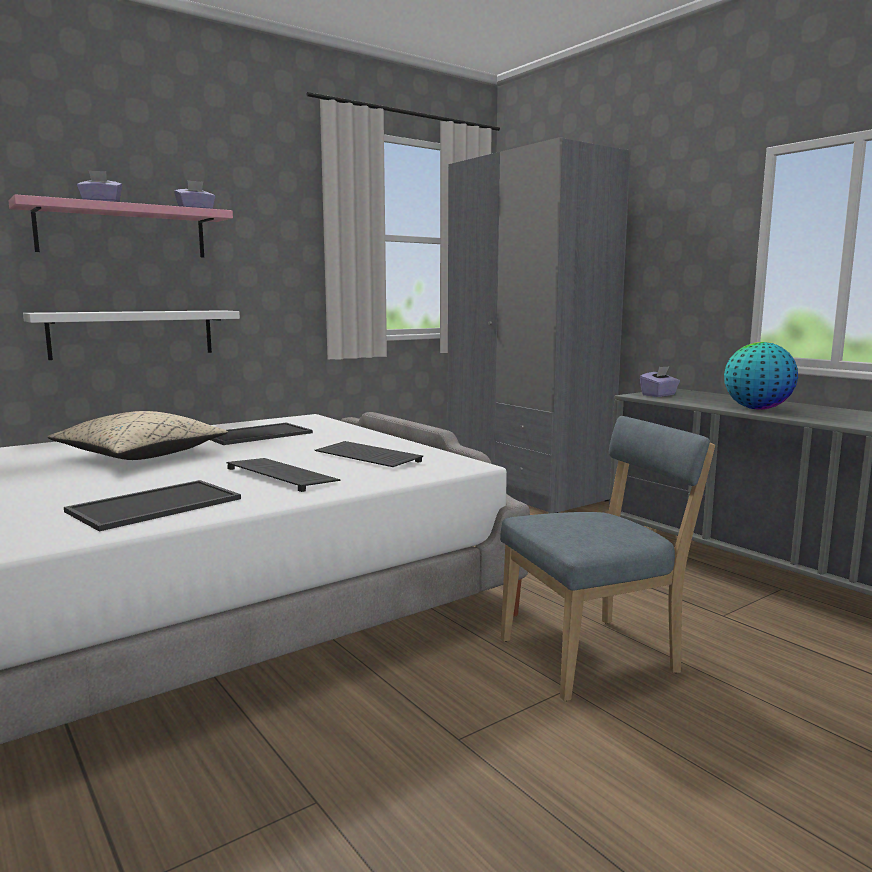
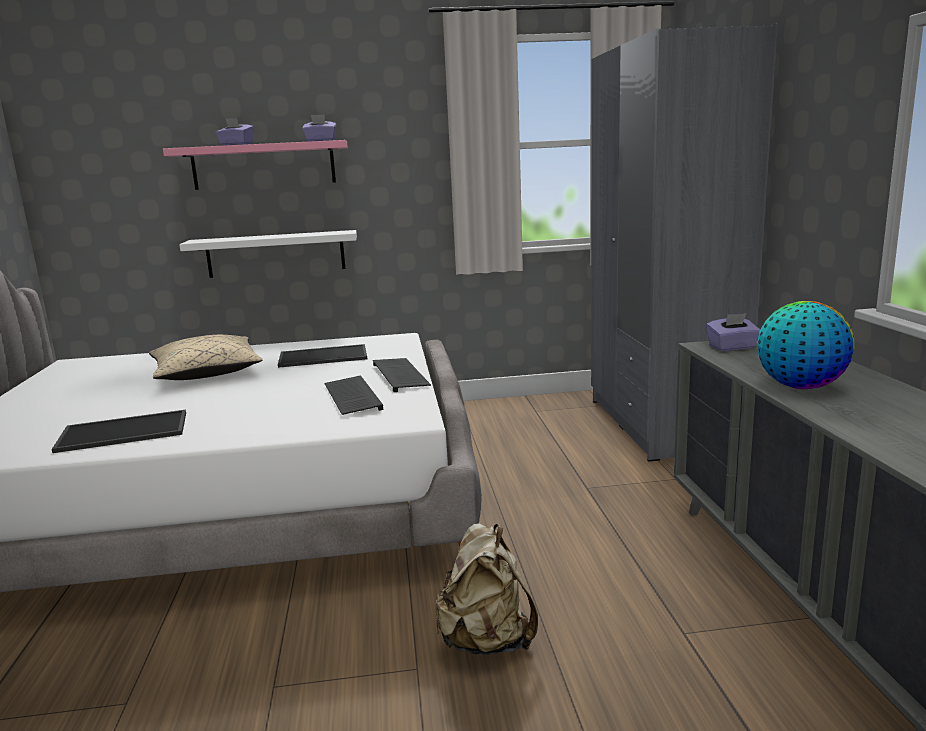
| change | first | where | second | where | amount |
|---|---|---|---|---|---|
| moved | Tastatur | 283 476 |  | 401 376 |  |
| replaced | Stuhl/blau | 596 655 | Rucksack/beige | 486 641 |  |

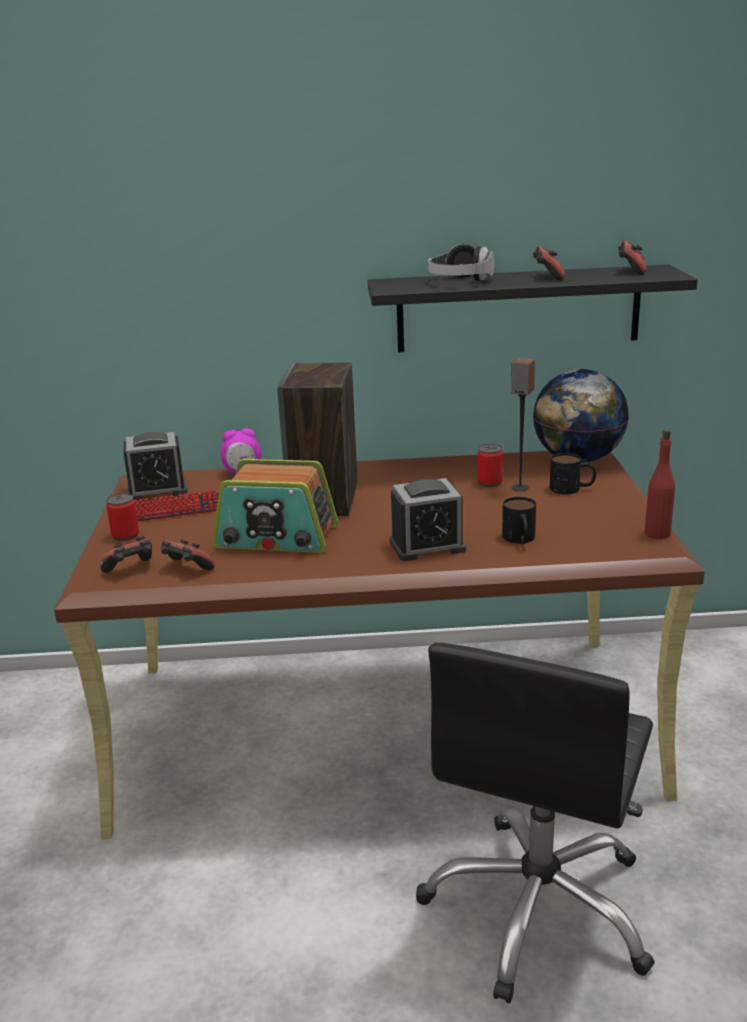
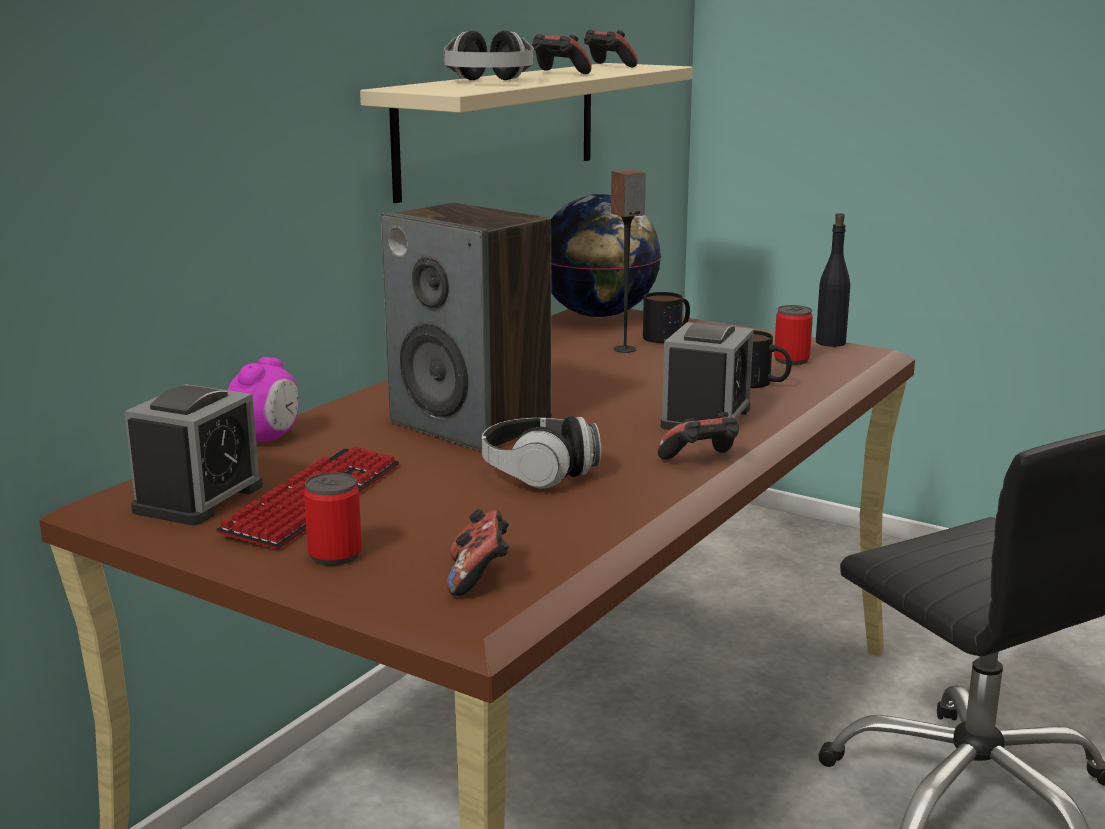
| change | first | where | second | where | amount |
|---|---|---|---|---|---|
| moved | Gamepad | 187 569 |  | 701 461 |  |
| moved | Dose | 489 482 |  | 791 360 |  |
| replaced | Radio | 277 537 | Kopfhörer | 539 473 |  |
| recoloured | Wandregal/schwarz | 518 309 | Wandregal/beige | 499 127 |  |
| recoloured | Flasche/rot | 657 533 | Flasche/schwarz | 830 342 |  |

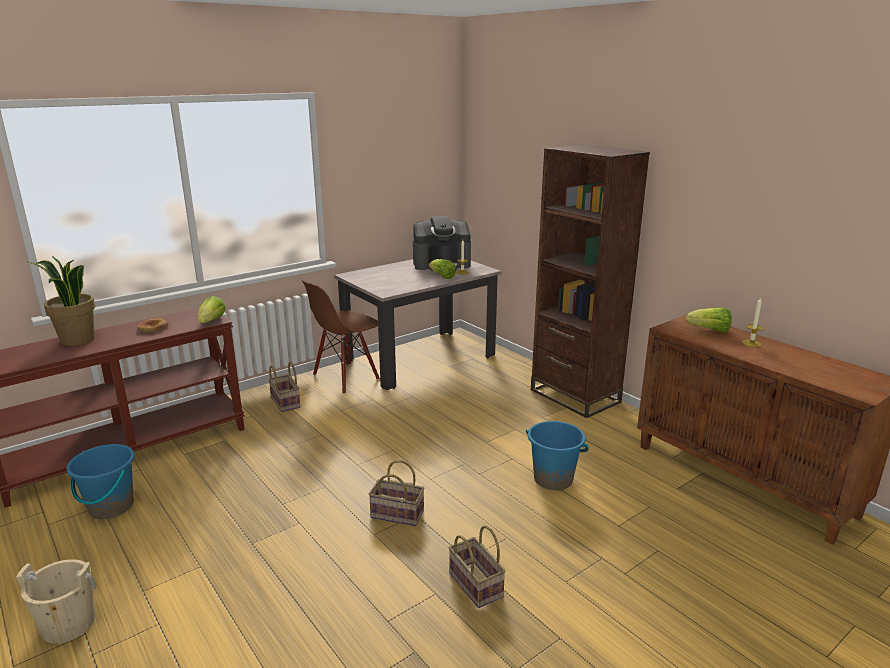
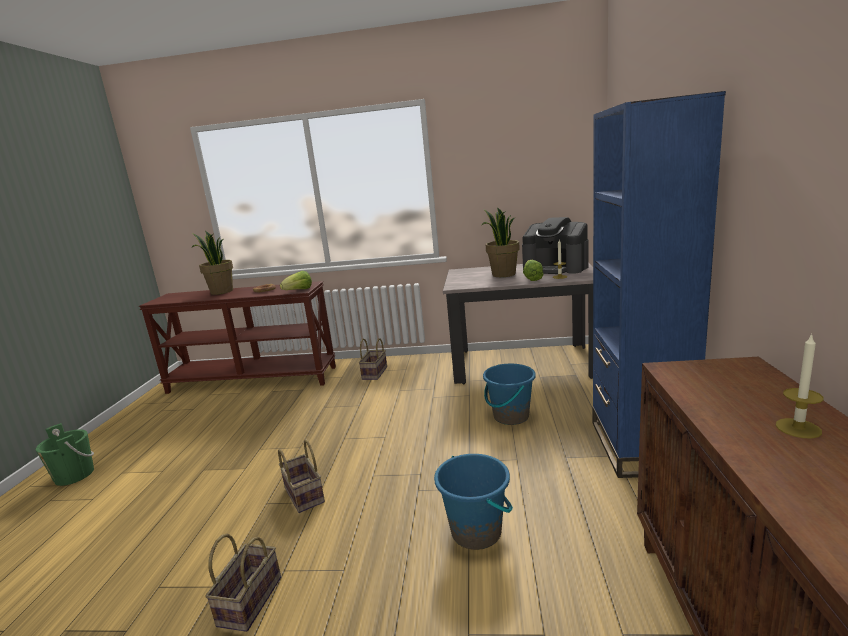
| change | first | where | second | where | amount |
|---|---|---|---|---|---|
| removed | Stuhl/braun | 346 378 |  |  |  |
| removed | Salatkopf | 709 330 |  |  |  |
| added |  |  | Topfpflanze | 503 274 |  |
| moved | Eimer/blau | 111 507 |  | 510 416 |  |
| recoloured | Eimer/beige | 68 624 | Eimer/grün | 74 475 |  |
| recoloured | Bücherregal/braun | 575 396 | Bücherregal/blau | 638 446 |  |

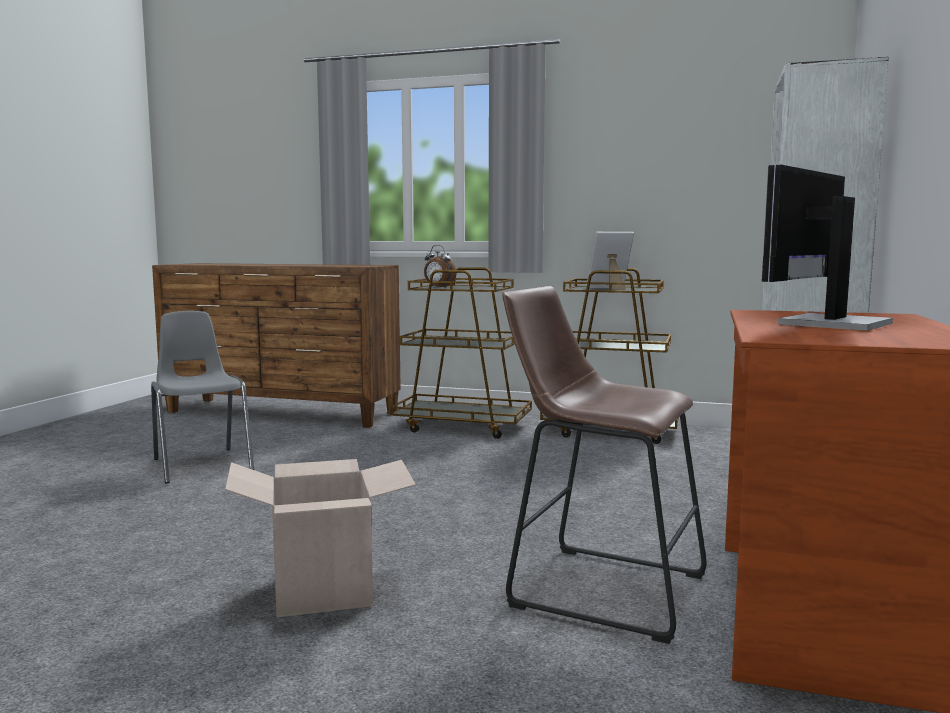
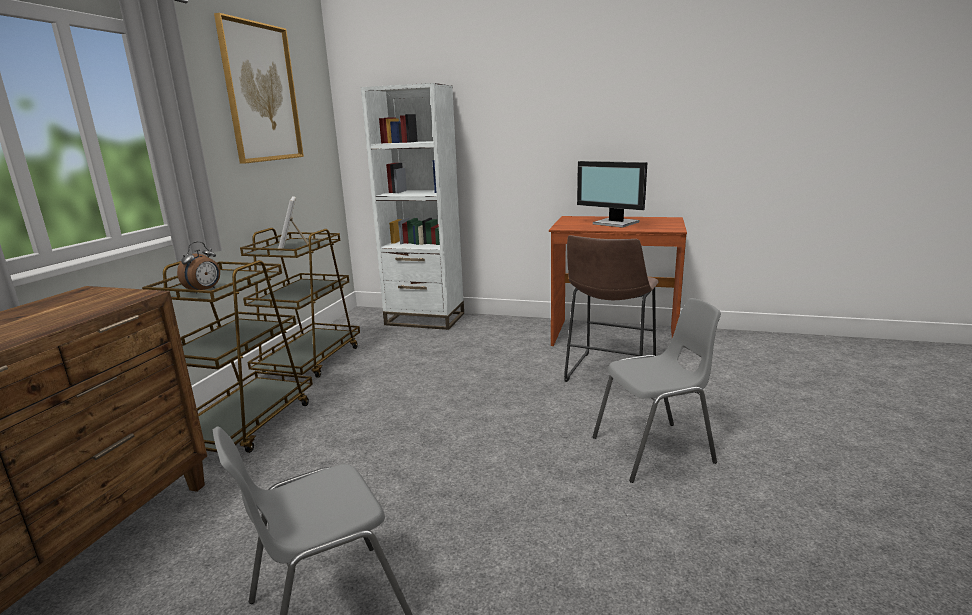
| change | first | where | second | where | amount |
|---|---|---|---|---|---|
| added |  |  | Bild | 261 93 |  |
| replaced | Karton | 323 592 | Stuhl/grau | 654 450 |  |

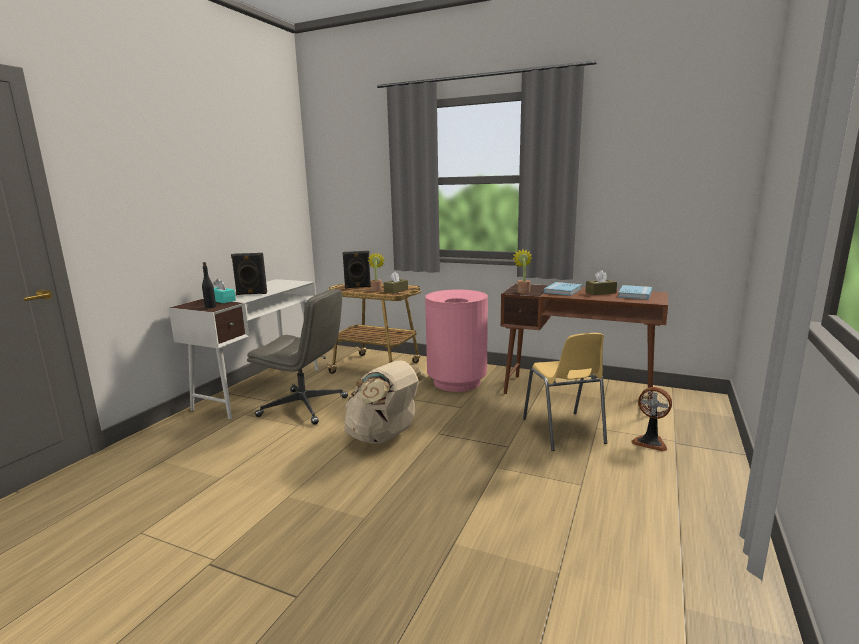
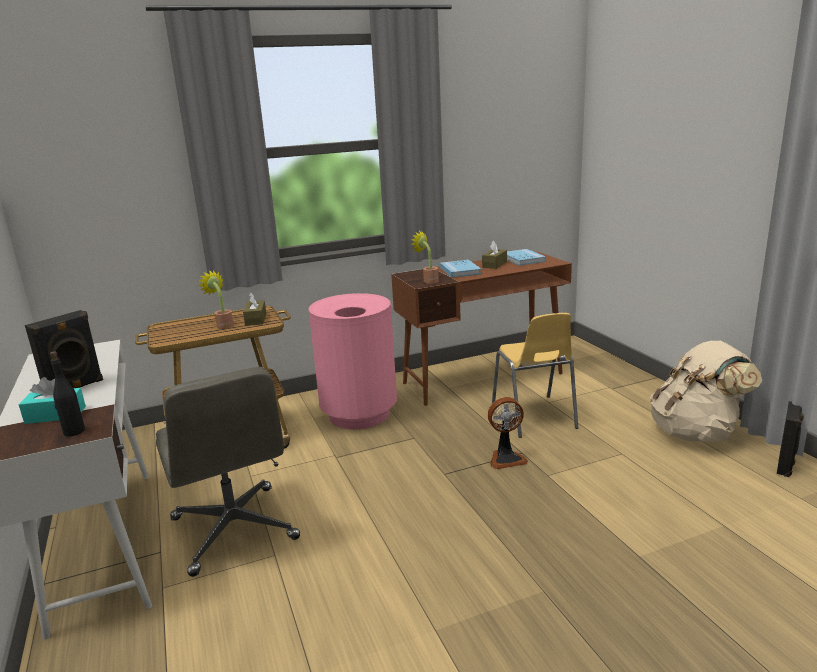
| change | first | where | second | where | amount |
|---|---|---|---|---|---|
| moved | Lautsprecher/schwarz | 357 287 |  | 786 465 |  |
| moved | Rucksack/beige | 384 437 |  | 696 433 |  |
| moved | Ventilator | 650 442 |  | 506 458 |  |
| turned | Bürostuhl/grau | 305 407 |  | 235 529 | 90 degrees clockwise |
| turned | Stuhl/gelb | 563 431 |  | 534 417 | 45 degrees clockwise |

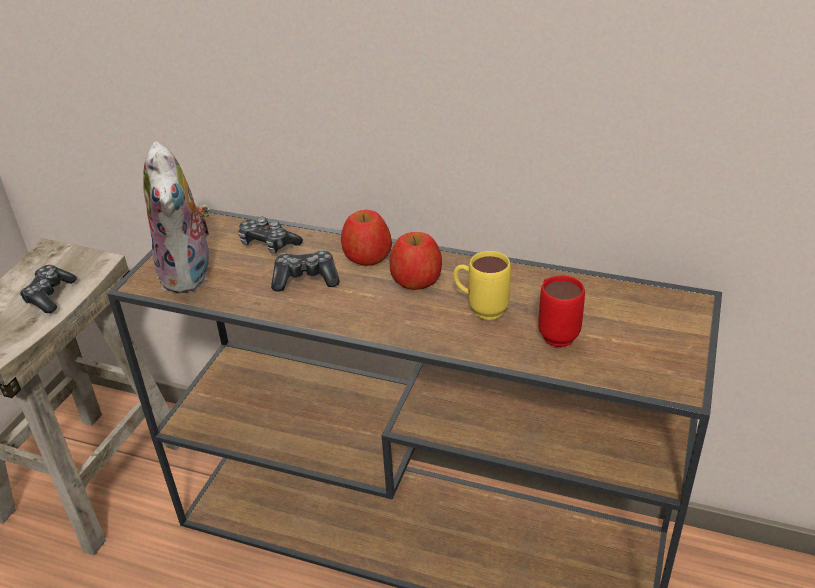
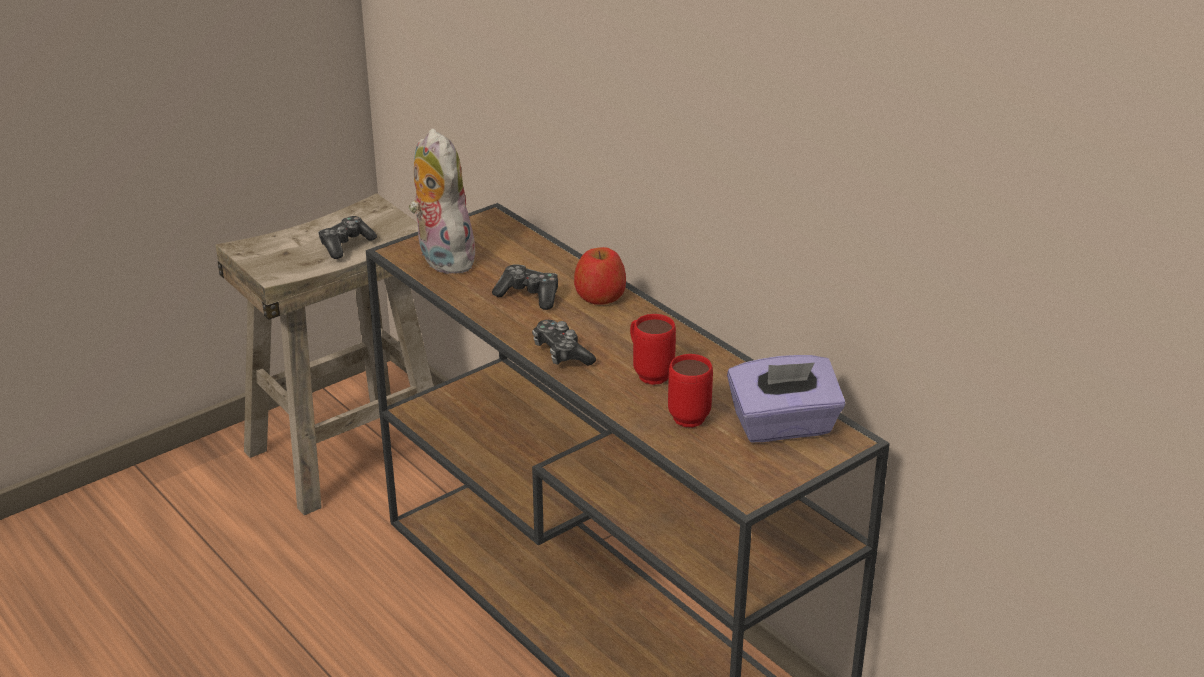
| change | first | where | second | where | amount |
|---|---|---|---|---|---|
| removed | Apfel | 416 278 |  |  |  |
| added |  |  | Taschentuchbox/lila | 783 426 |  |
| moved | Gamepad | 268 244 |  | 561 353 |  |
| recoloured | Henkelbecher/gelb | 480 309 | Henkelbecher/rot | 648 373 |  |
| turned | Plüschtier | 190 274 |  | 441 258 | 135 degrees clockwise |

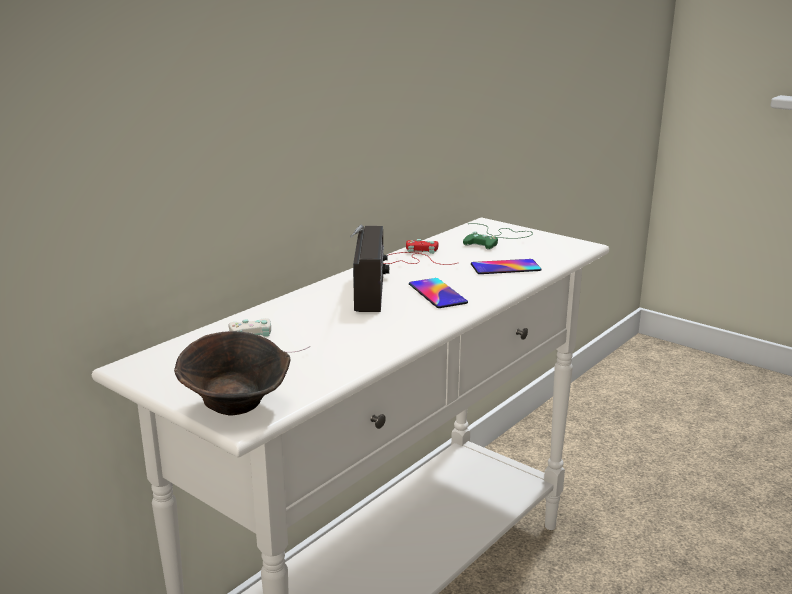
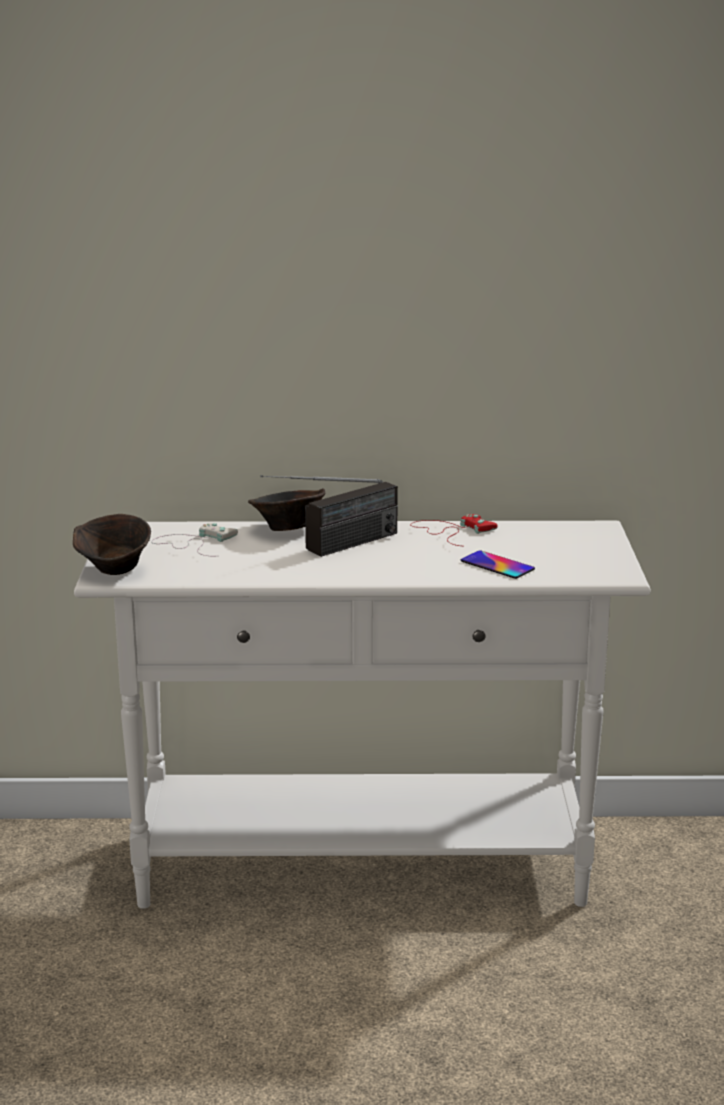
| change | first | where | second | where | amount |
|---|---|---|---|---|---|
| removed | Handy | 437 293 |  |  |  |
| removed | Gamepad/grün | 496 239 |  |  |  |
| added |  |  | Schüssel/braun | 287 529 |  |

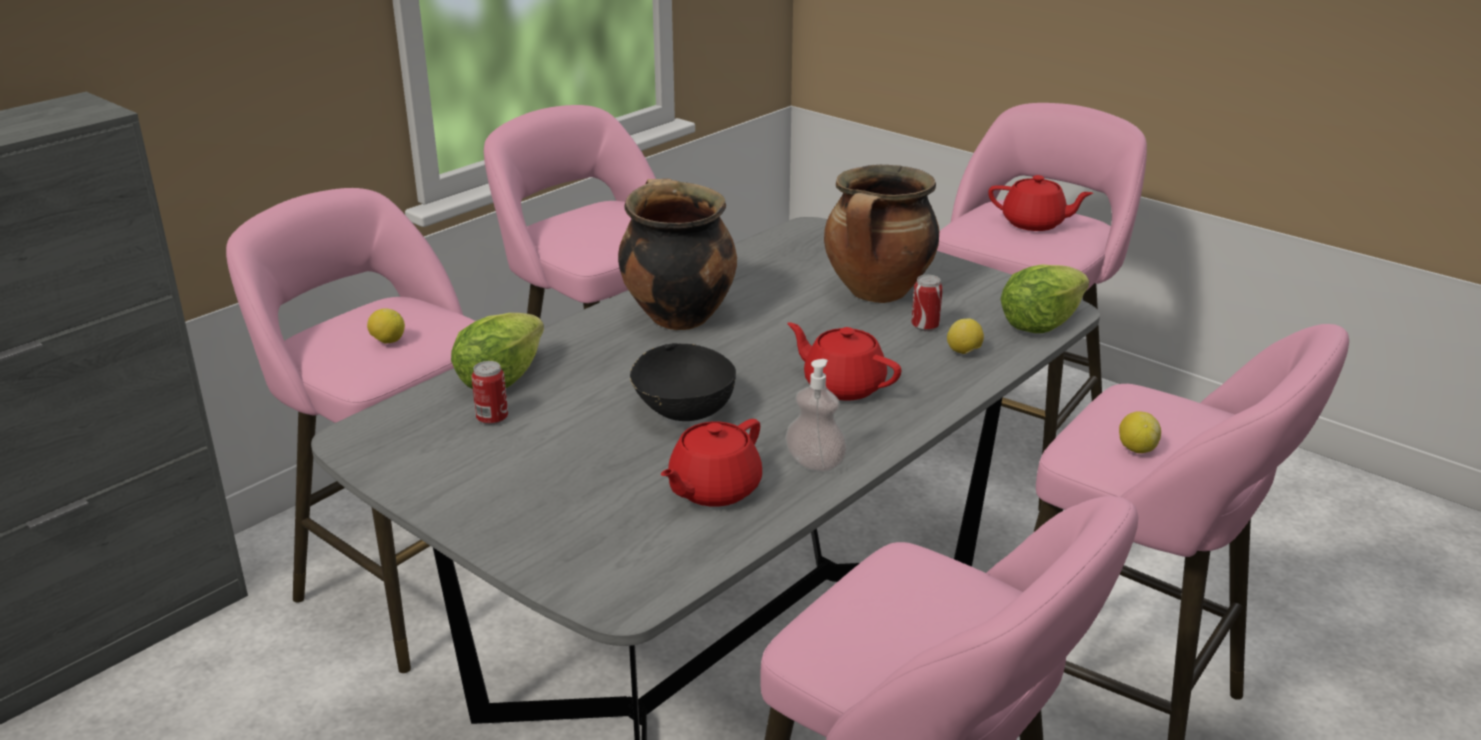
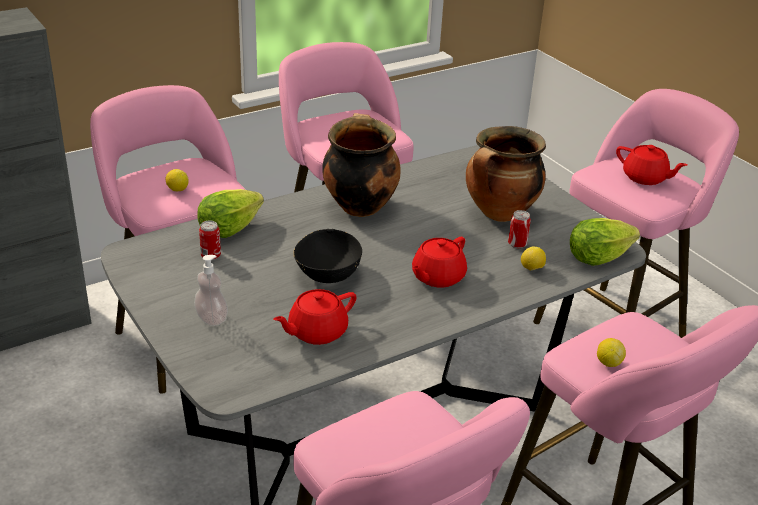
| change | first | where | second | where | amount |
|---|---|---|---|---|---|
| moved | Seifenspender | 815 463 |  | 211 319 |  |
| turned | Teekanne/rot | 842 386 |  | 437 277 | 105 degrees counterclockwise |

